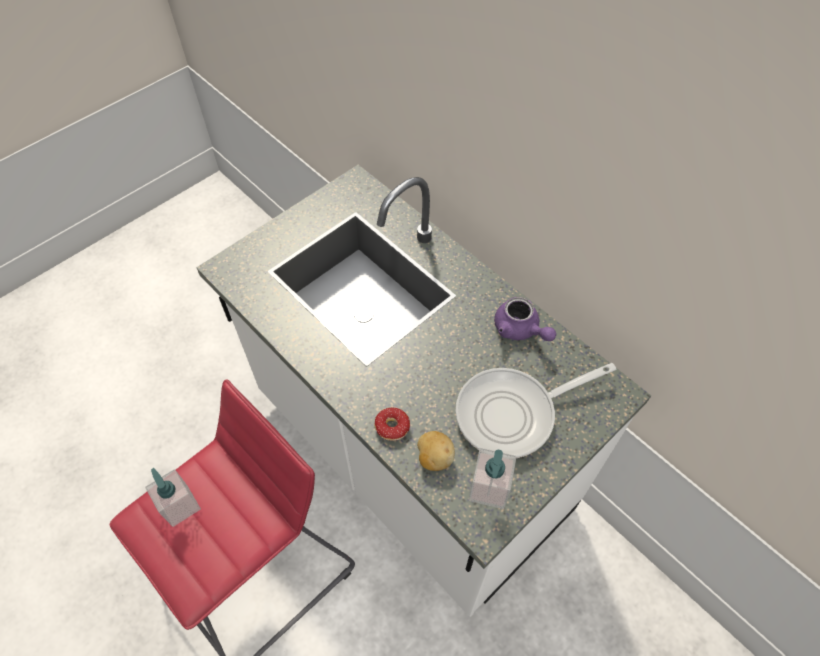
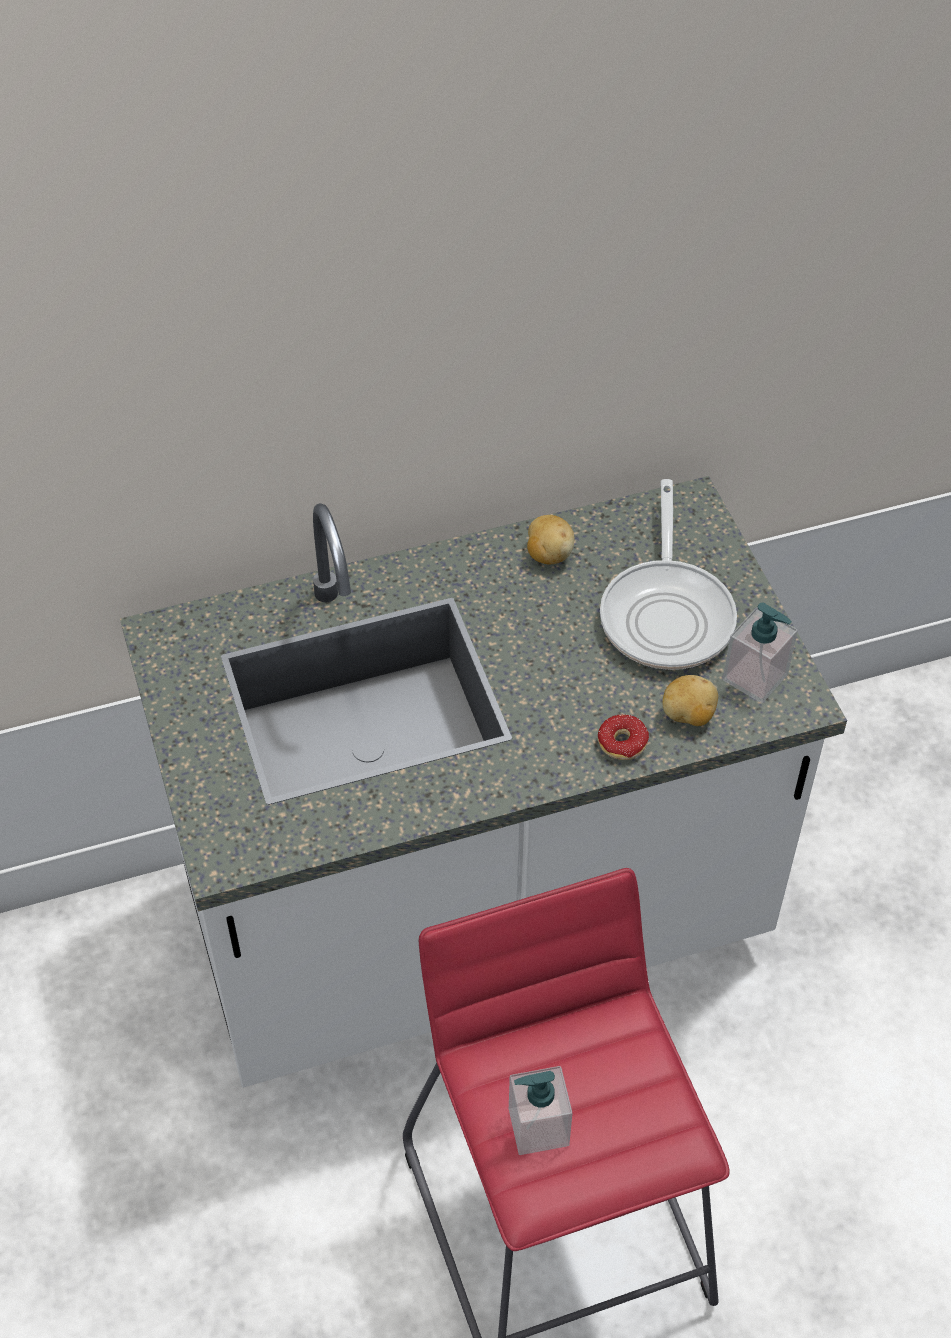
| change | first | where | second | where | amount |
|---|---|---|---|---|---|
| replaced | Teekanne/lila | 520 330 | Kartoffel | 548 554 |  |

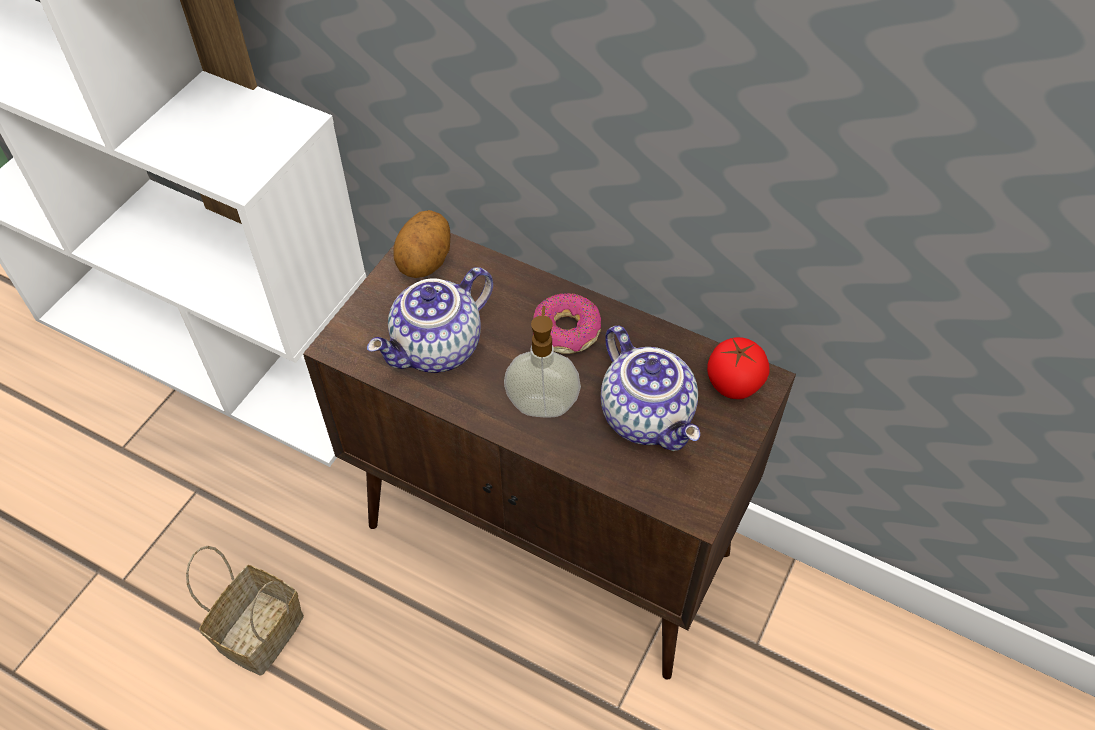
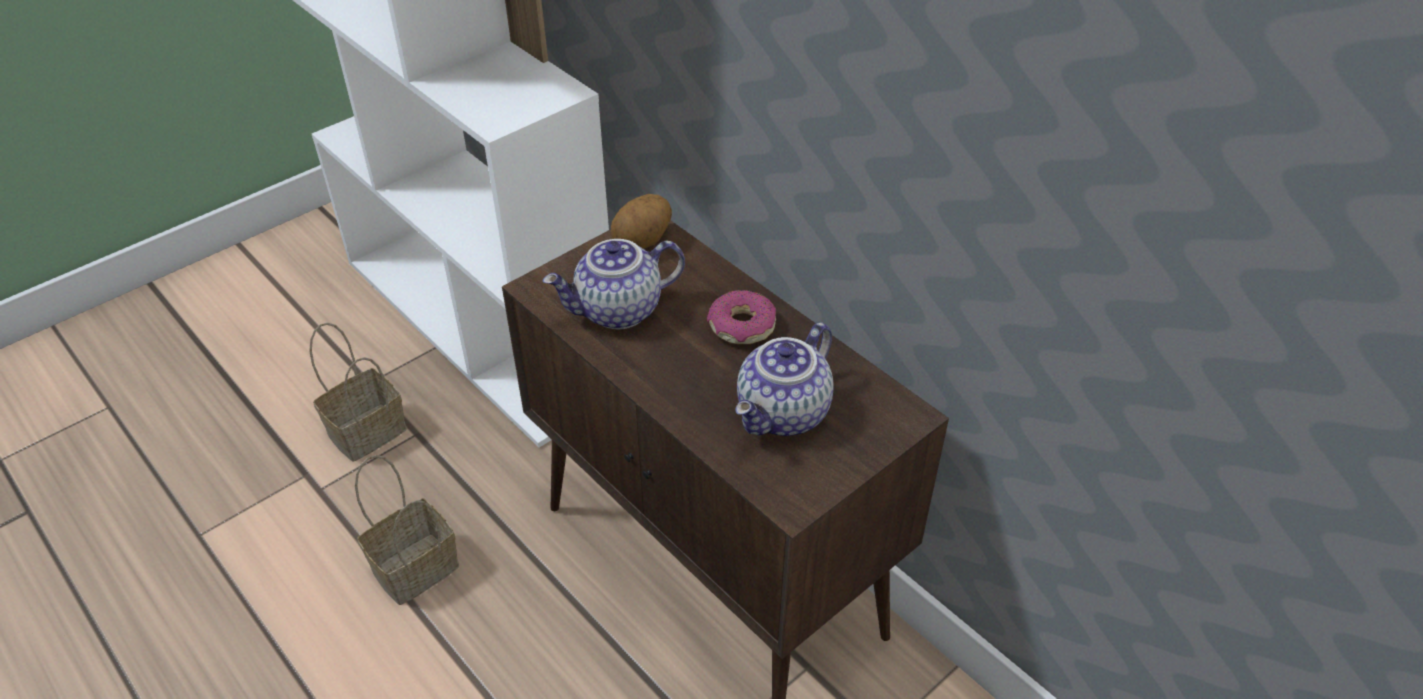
| change | first | where | second | where | amount |
|---|---|---|---|---|---|
| removed | Seifenspender | 542 405 |  |  |  |
| removed | Tomate | 733 383 |  |  |  |
| added |  |  | Korb | 366 434 |  |
| turned | Teekanne | 649 416 |  | 784 415 | 45 degrees clockwise |

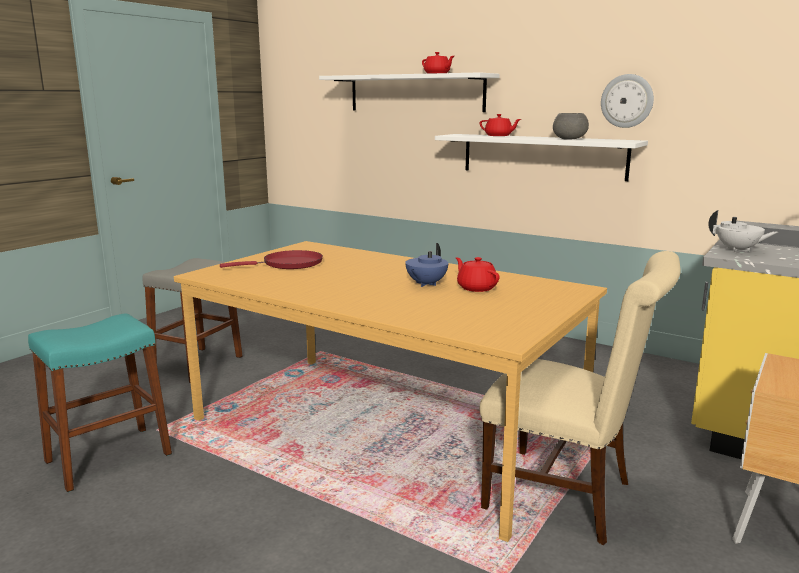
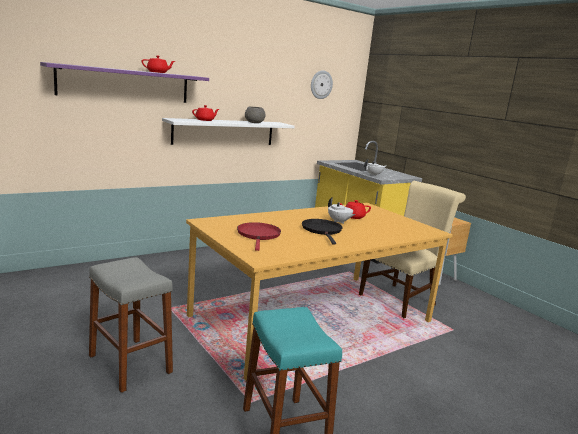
| change | first | where | second | where | amount |
|---|---|---|---|---|---|
| added |  |  | Pfanne/schwarz | 322 230 |  |
| moved | Wanduhr | 627 101 |  | 321 84 |  |
| recoloured | Wandregal/weiß | 415 93 | Wandregal/lila | 125 84 |  |
| recoloured | Teekanne/blau | 425 284 | Teekanne/weiß | 339 222 |  |

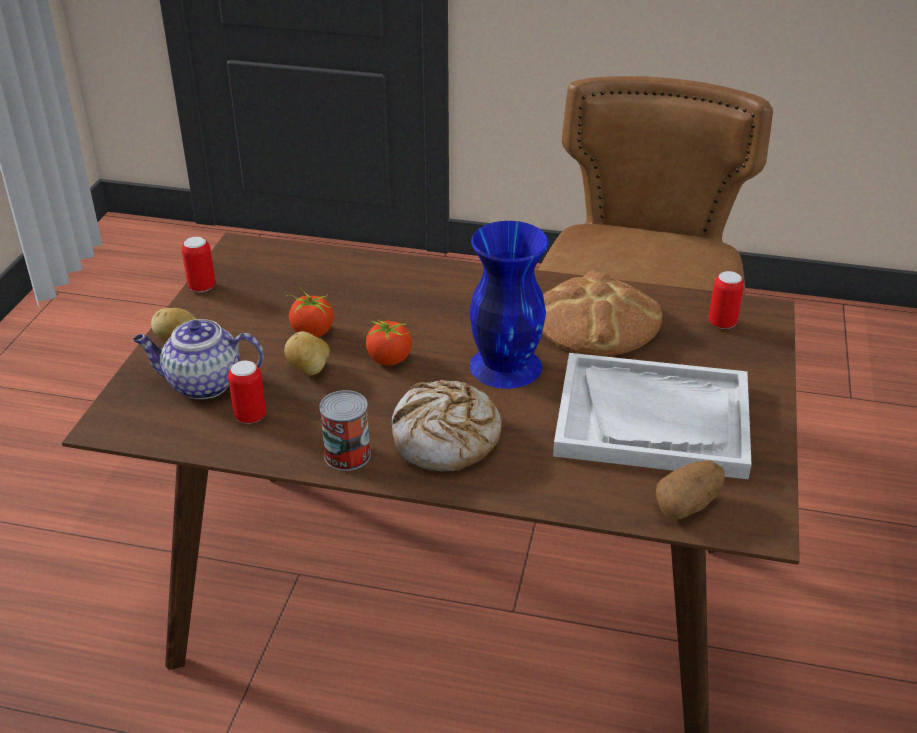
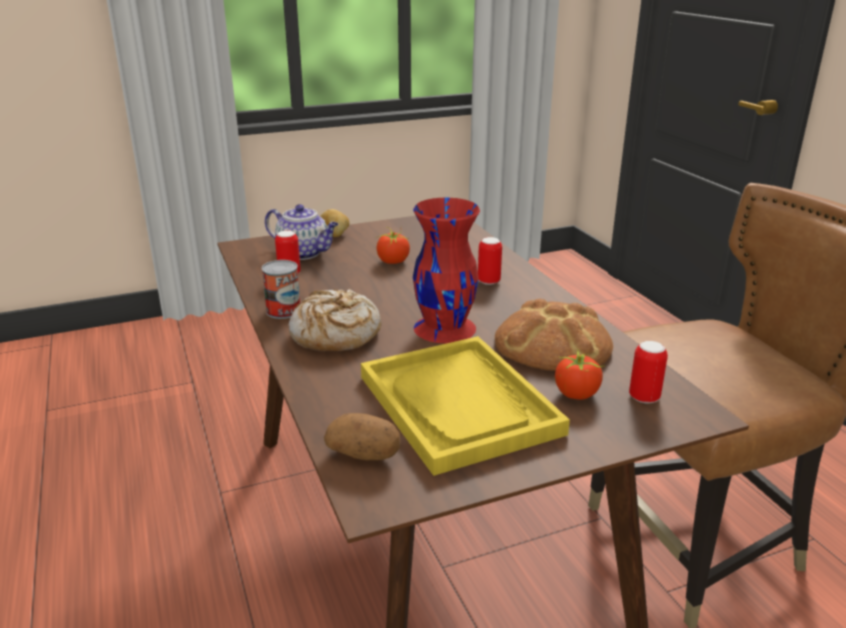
| change | first | where | second | where | amount |
|---|---|---|---|---|---|
| removed | Kartoffel | 309 369 |  |  |  |
| moved | Dose | 202 287 |  | 488 281 |  |
| moved | Tomate | 390 359 |  | 576 394 |  |
| recoloured | Vase/blau | 504 365 | Vase/rot | 444 327 |  |
| recoloured | Tablett/weiß | 653 419 | Tablett/gelb | 459 405 |  |
| turned | Teekanne | 203 384 |  | 304 253 | 150 degrees clockwise |

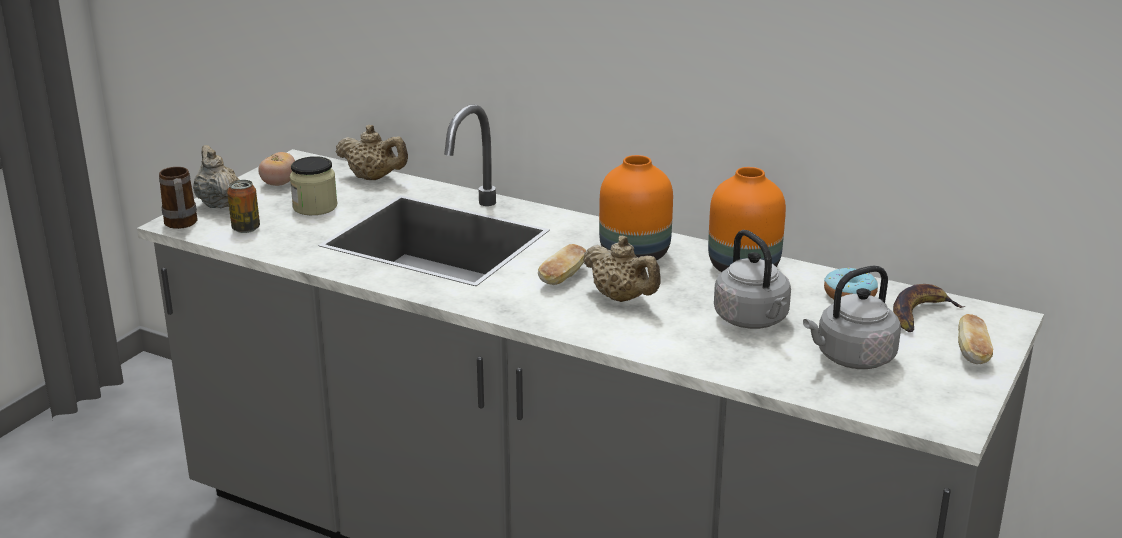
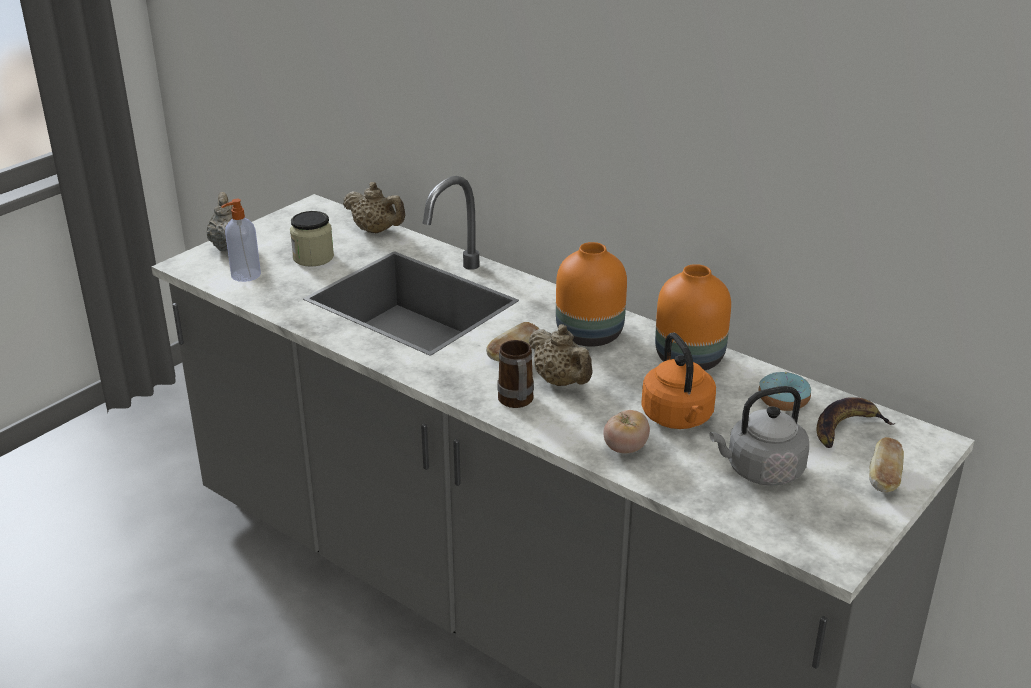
| change | first | where | second | where | amount |
|---|---|---|---|---|---|
| moved | Henkelbecher | 181 225 |  | 517 403 |  |
| moved | Tomate | 279 184 |  | 625 448 |  |
| replaced | Dose | 246 228 | Seifenspender | 245 275 |  |
| recoloured | Wasserkessel/grau | 753 320 | Wasserkessel/orange | 678 418 |  |

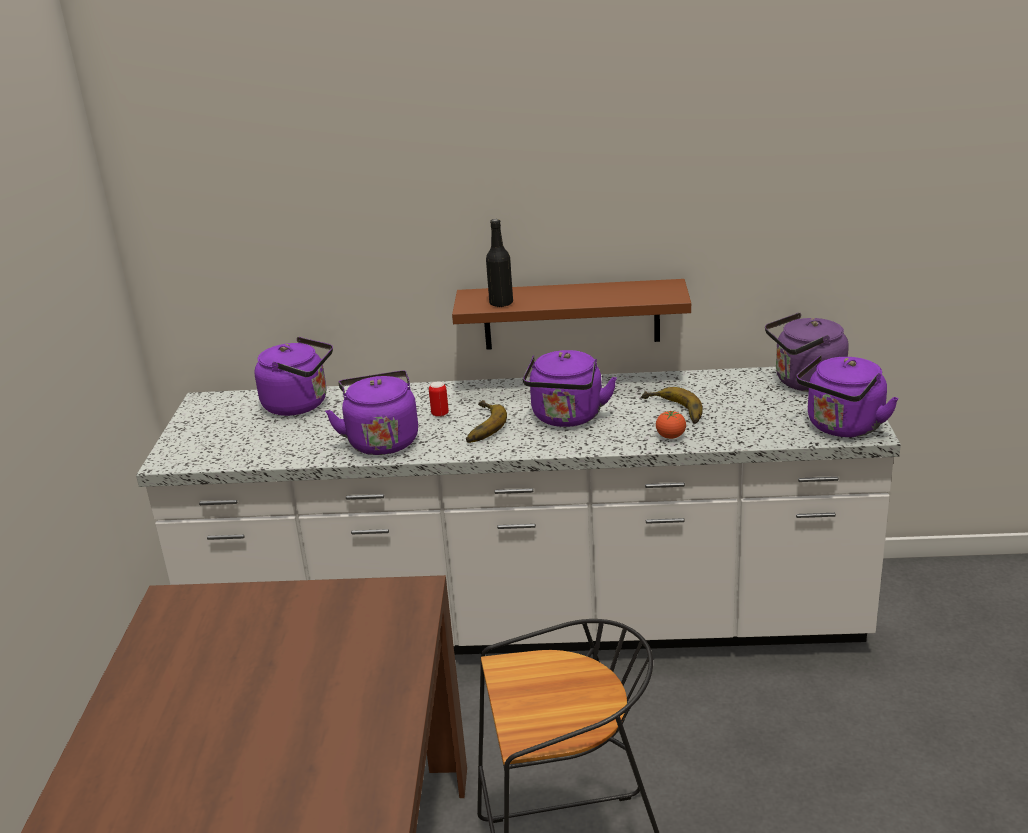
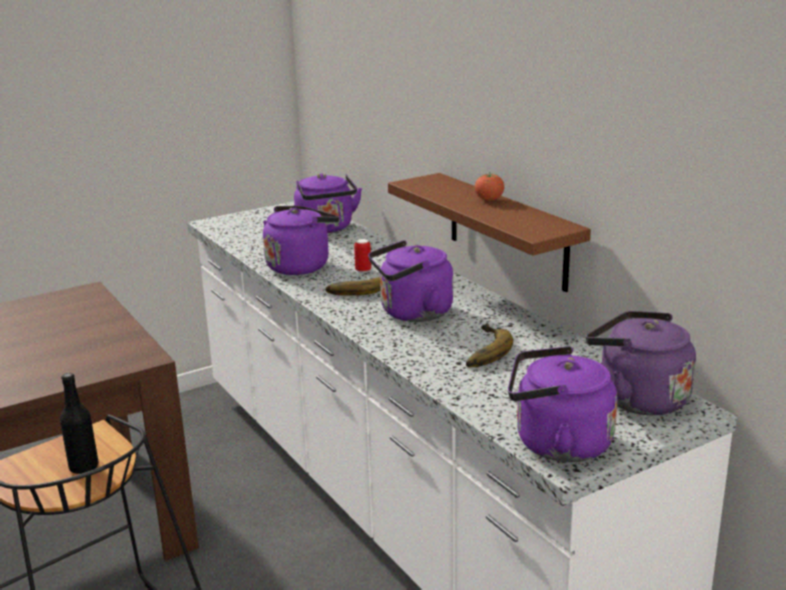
| change | first | where | second | where | amount |
|---|---|---|---|---|---|
| moved | Flasche/schwarz | 501 303 |  | 84 467 |  |
| moved | Tomate | 670 436 |  | 489 200 |  |

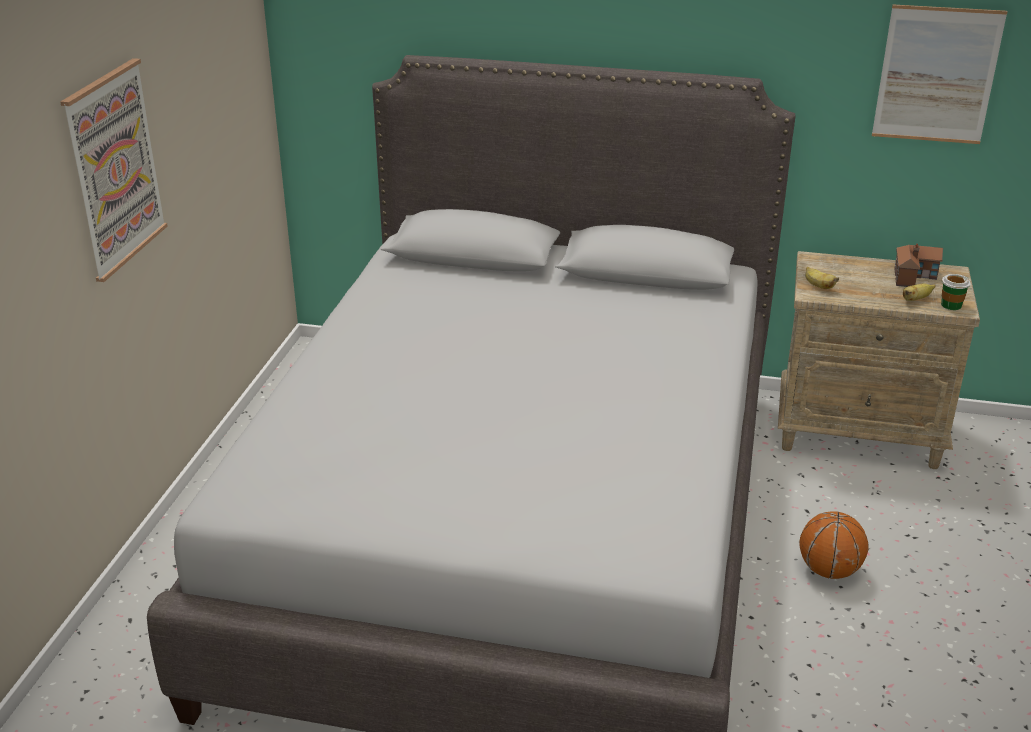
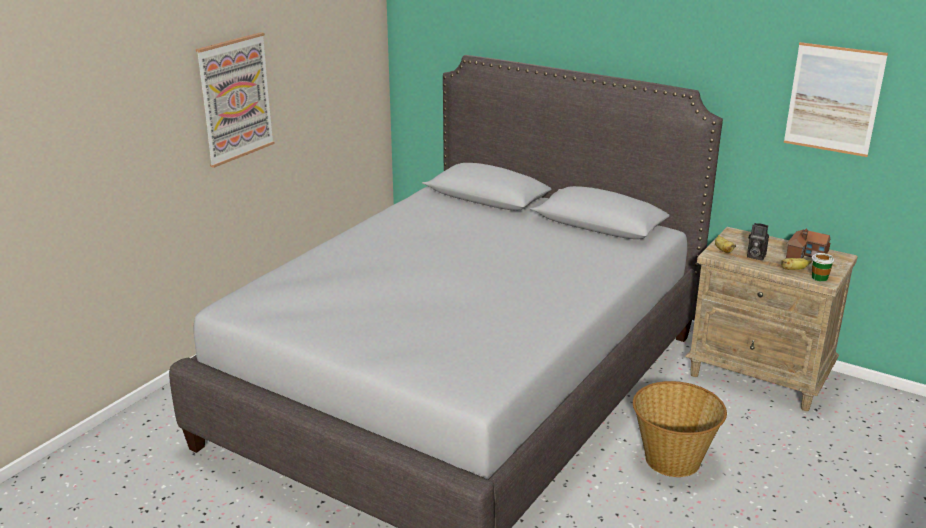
| change | first | where | second | where | amount |
|---|---|---|---|---|---|
| added |  |  | Kamera | 754 256 |  |
| replaced | Basketball | 829 570 | Korb | 673 459 |  |

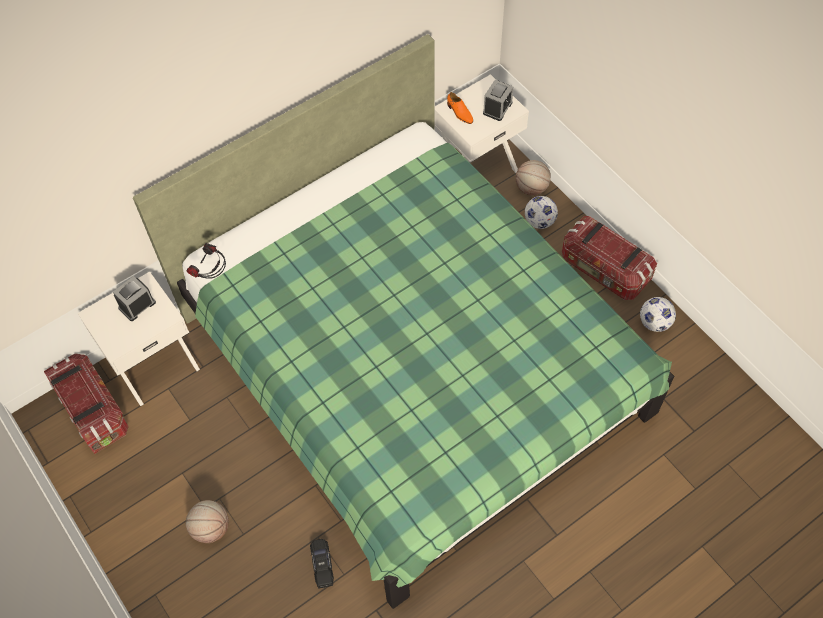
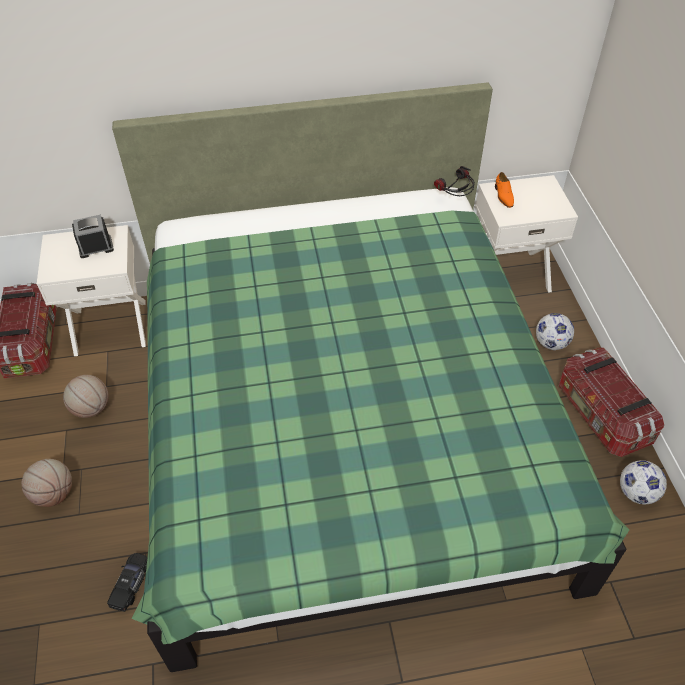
| change | first | where | second | where | amount |
|---|---|---|---|---|---|
| removed | Wecker | 497 108 |  |  |  |
| moved | Kopfhörer | 211 274 |  | 454 199 |  |
| moved | Basketball | 531 188 |  | 91 409 |  |

